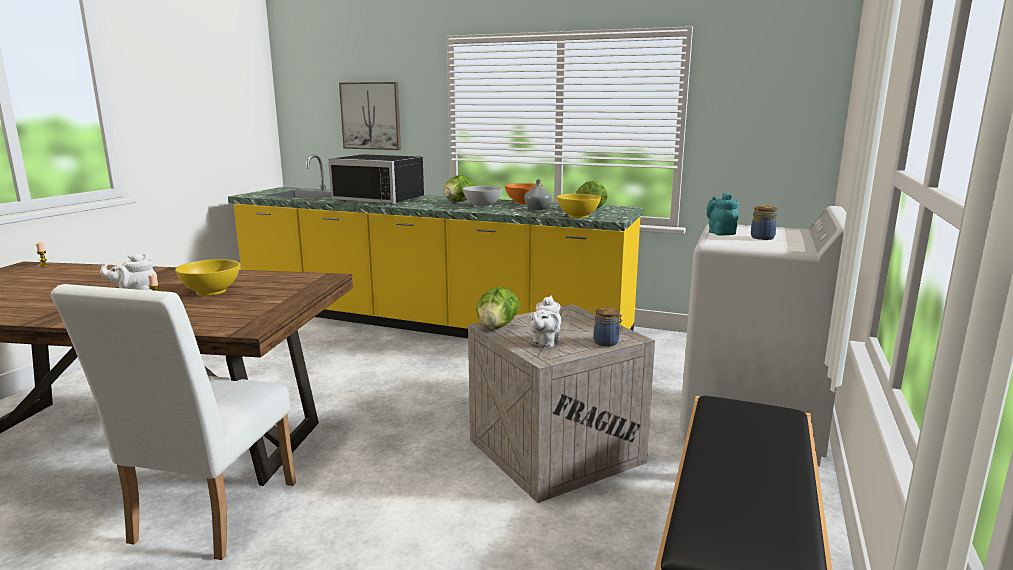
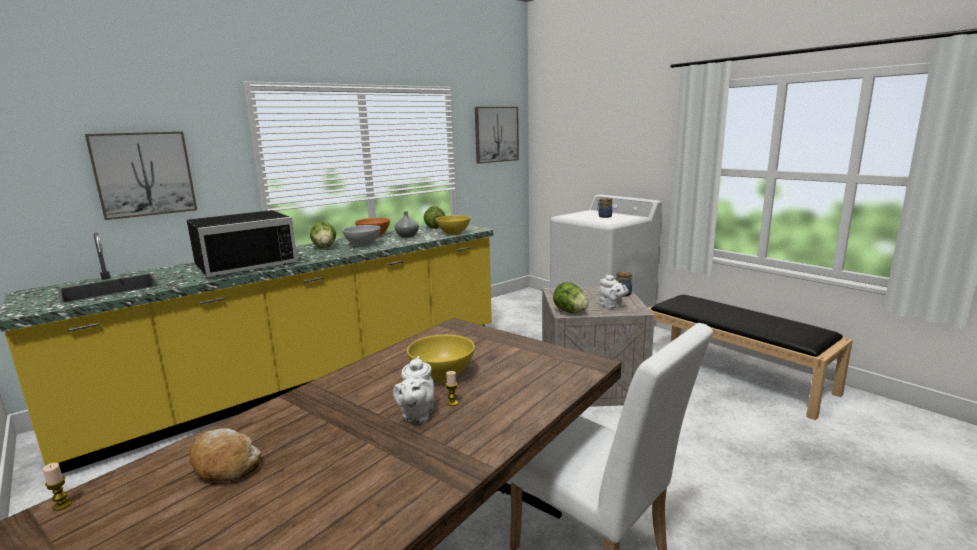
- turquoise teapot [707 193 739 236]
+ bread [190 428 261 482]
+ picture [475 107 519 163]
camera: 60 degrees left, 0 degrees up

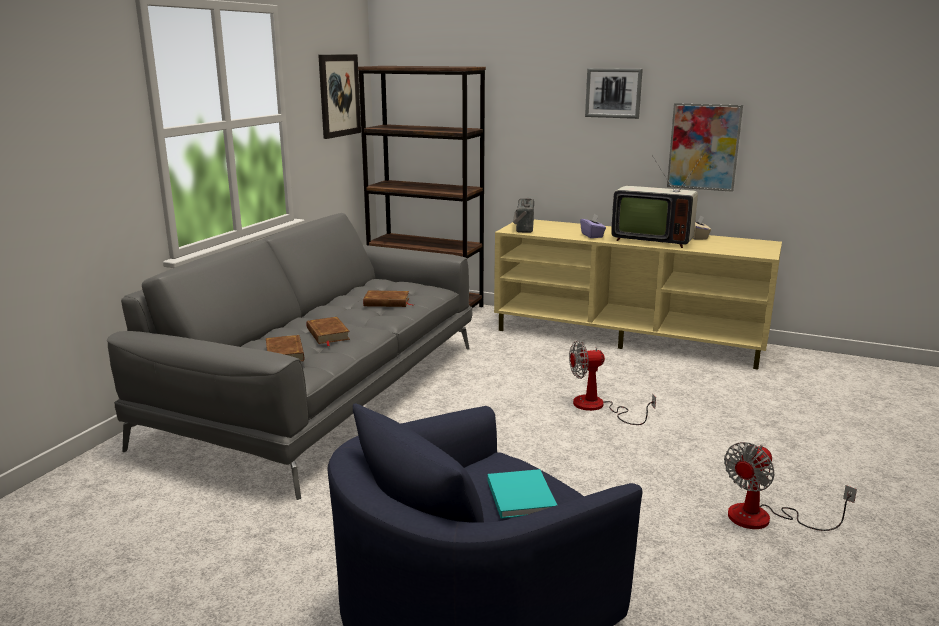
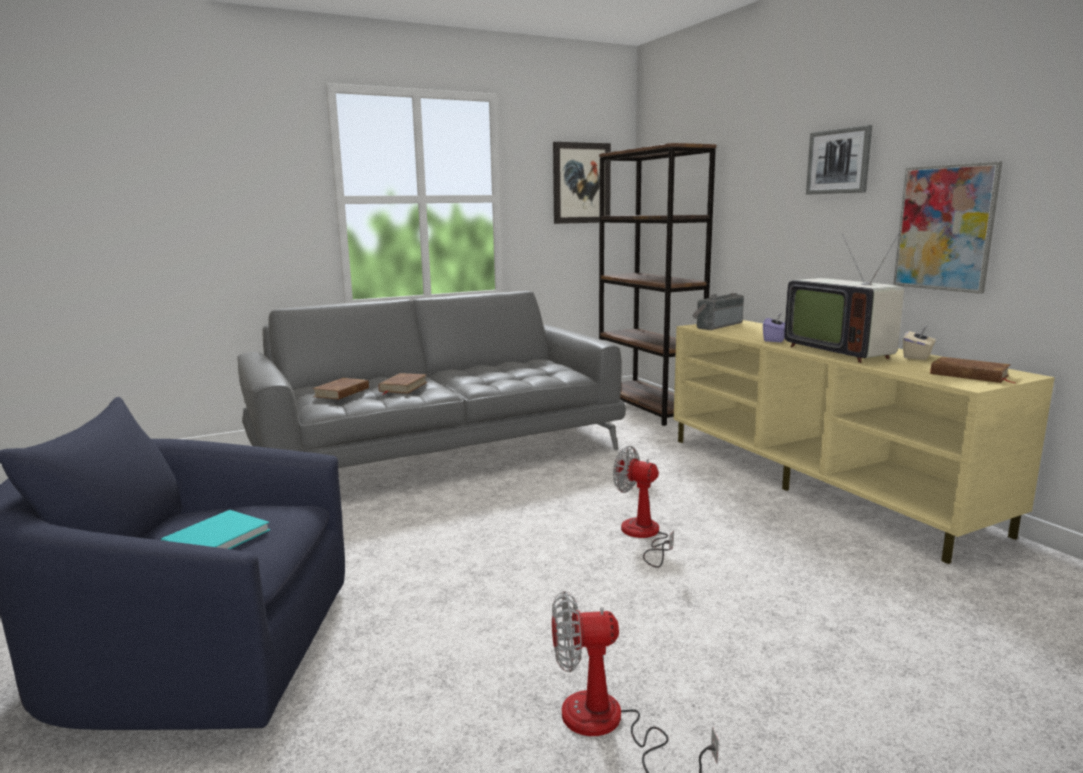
~ brown book [363 291 412 307] to [930 357 1015 383]
camera: 40 degrees right, 5 degrees down

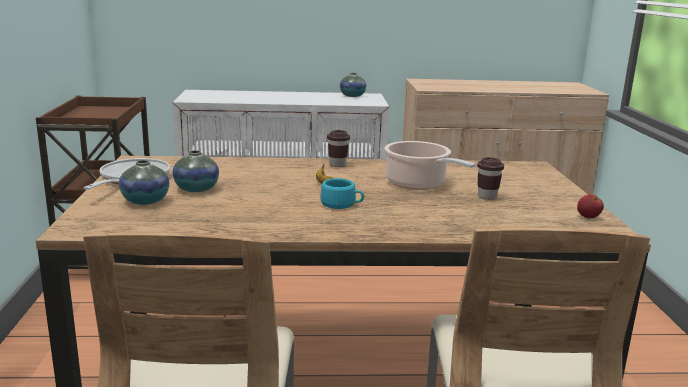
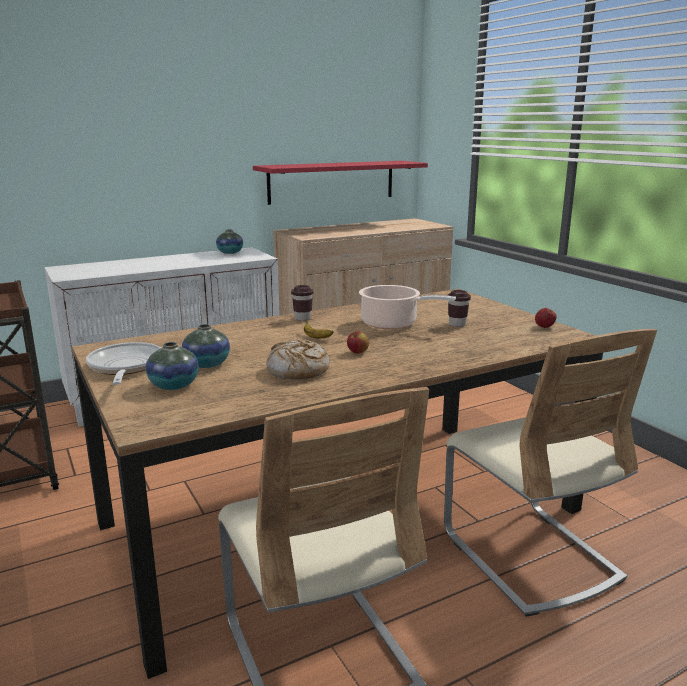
~ turquoise cup [320 178 364 209] to apple [347 331 369 354]
+ red shelf [253 161 428 205]
+ bread [267 339 330 380]
camera: 25 degrees left, 0 degrees up

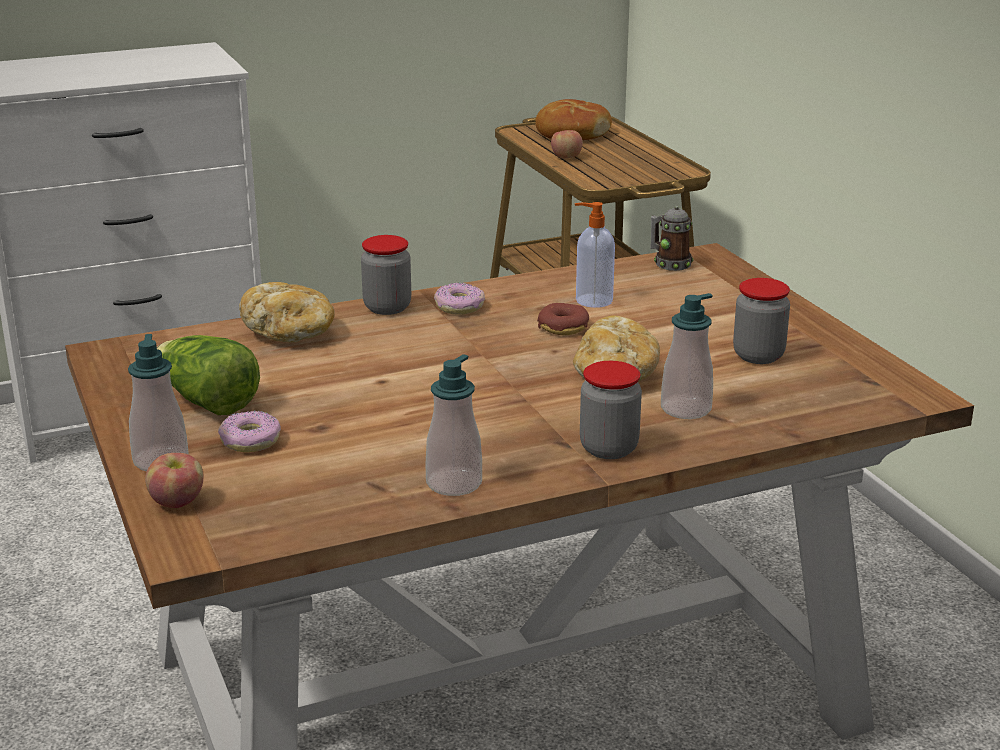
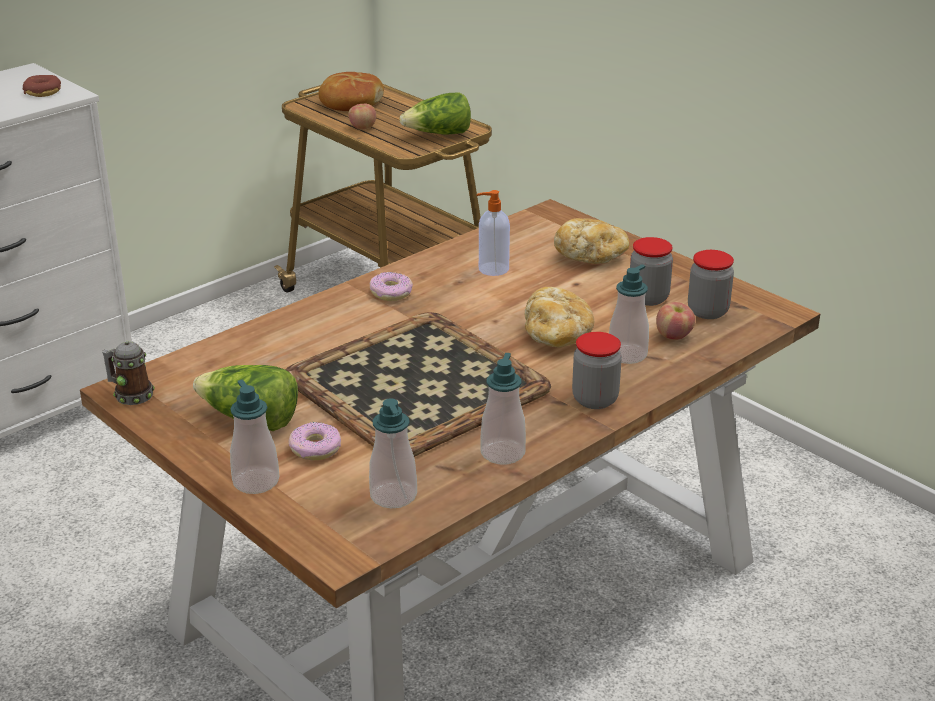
~ apple [145 453 204 508] to [656 302 695 340]
~ bread [239 282 335 342] to [554 218 629 264]
~ jar [361 235 411 315] to [688 250 734 319]
~ donut [537 303 589 335] to [23 75 61 97]
~ mug [650 206 694 271] to [102 341 155 405]
+ tray [286 312 551 457]
+ soap dispenser [369 398 417 508]
+ lettuce [400 92 471 134]
camera: 20 degrees left, 5 degrees up

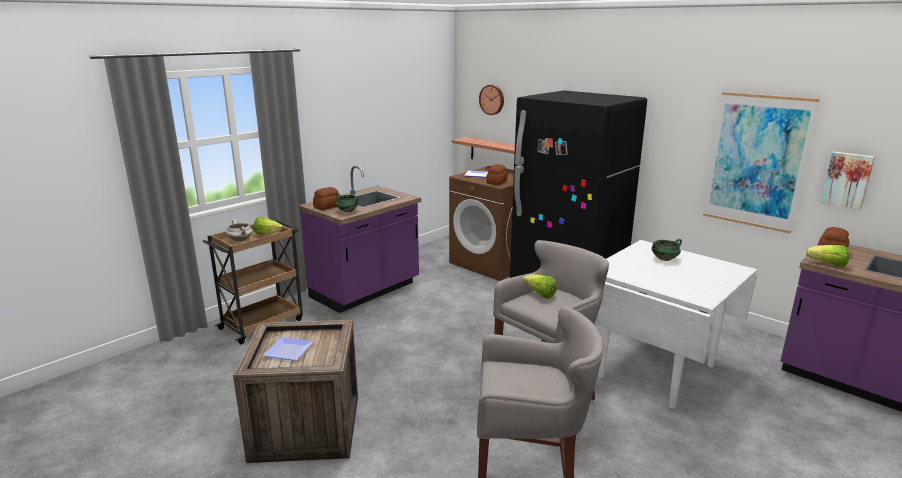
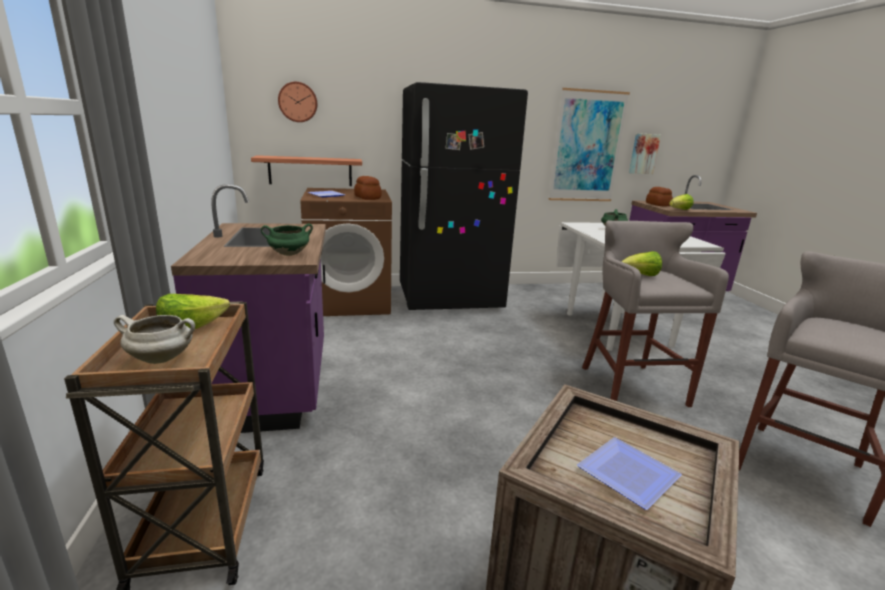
- bread [313 187 339 210]
camera: 55 degrees left, 0 degrees up

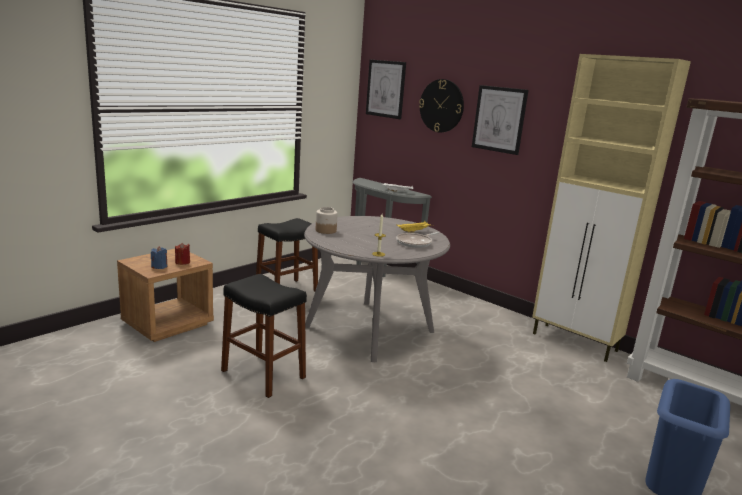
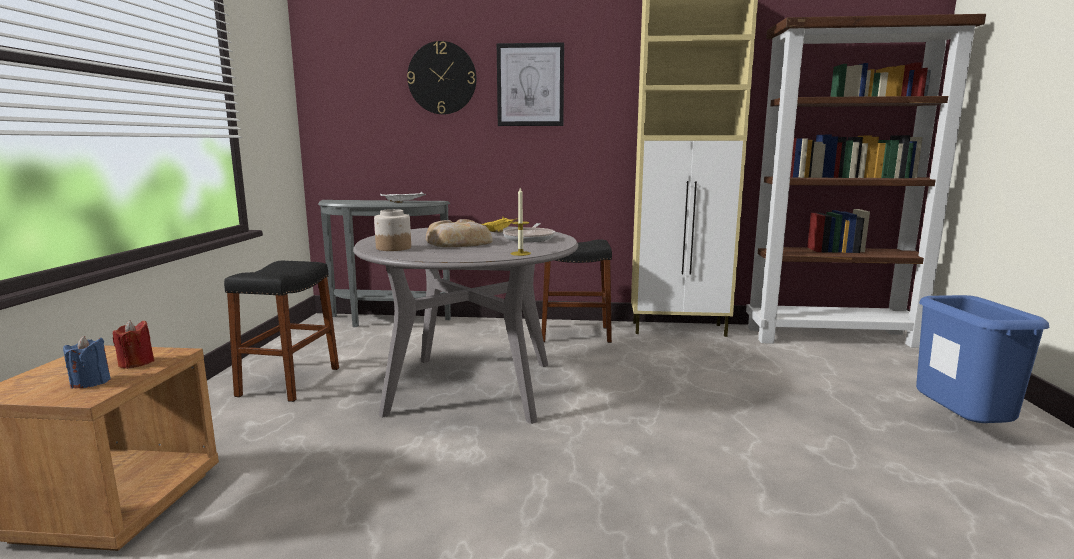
~ black stool [221 274 307 398] to [542 239 612 343]
- picture [366 60 406 119]
+ bread [426 219 493 247]
camera: 35 degrees left, 5 degrees down

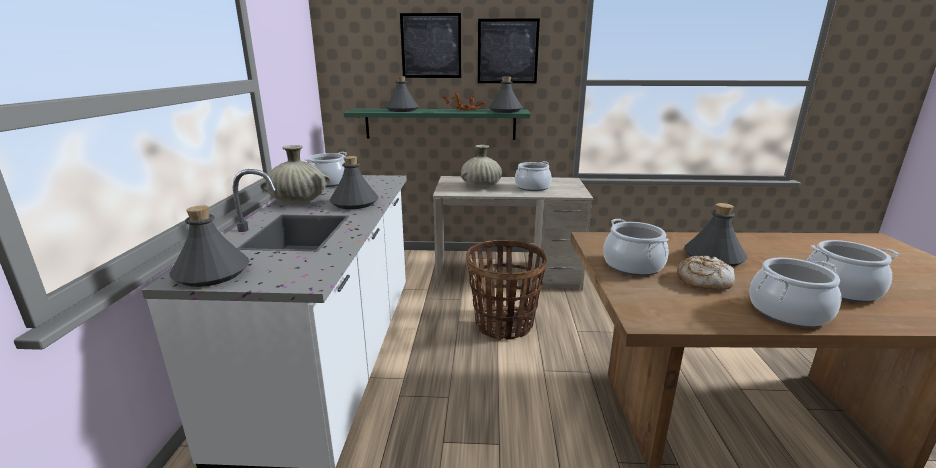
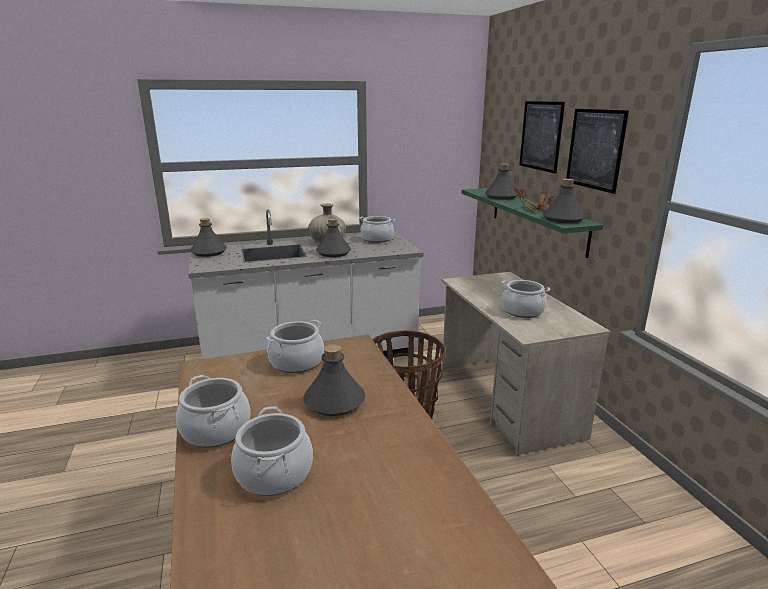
- beige vase [461 145 502 188]
- bread [677 256 735 291]
camera: 70 degrees right, 0 degrees up

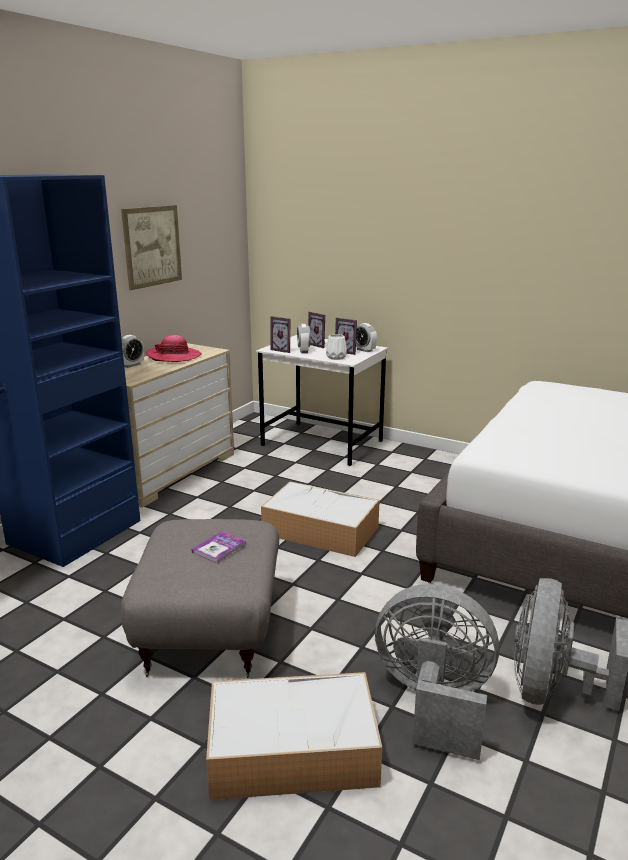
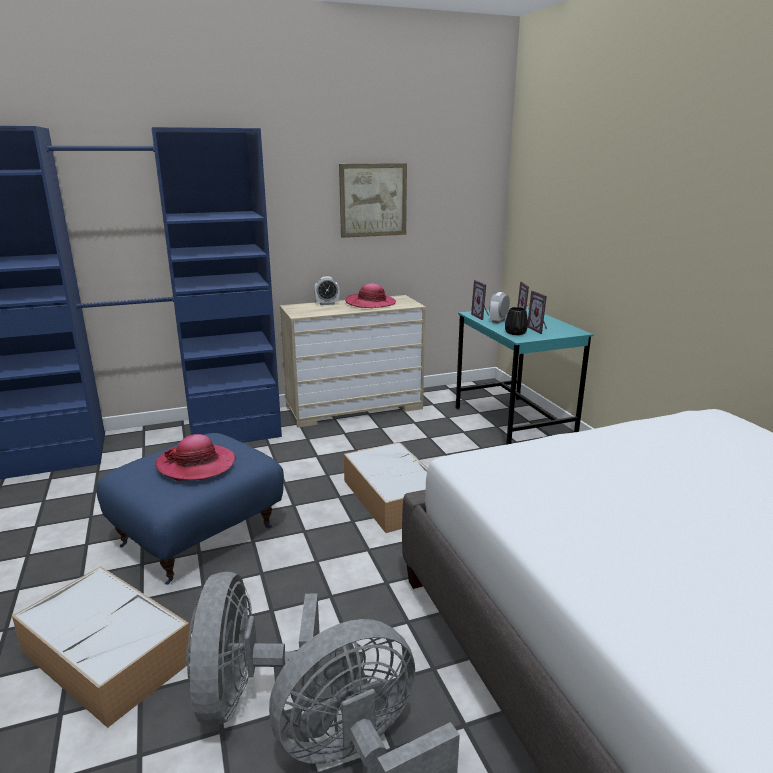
~ grey ottoman [121 519 279 678] to blue ottoman [97 433 284 585]
~ book [192 531 246 564] to hat [155 434 235 481]
~ white desk [256 335 388 466] to turquoise desk [456 307 593 445]
~ white vase [326 334 347 360] to black vase [505 307 528 335]
- alarm clock [356 323 377 352]
~ grey fan [375 584 499 760] = [186 572 320 725] 150 degrees counterclockwise
camera: 40 degrees right, 0 degrees up

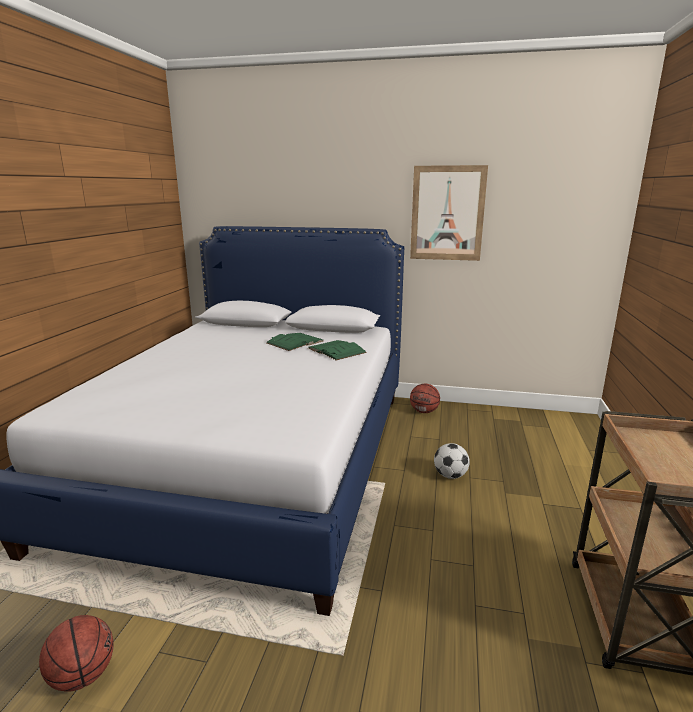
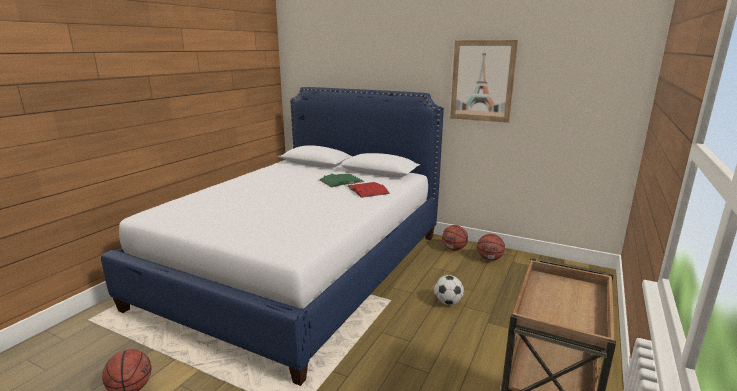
~ green book [308 340 367 360] to red book [347 182 390 198]
+ basketball [477 234 505 261]
camera: 15 degrees right, 0 degrees up

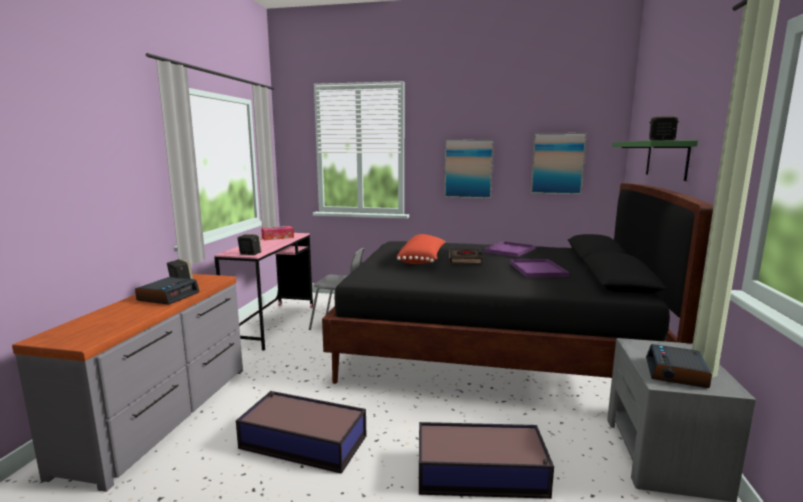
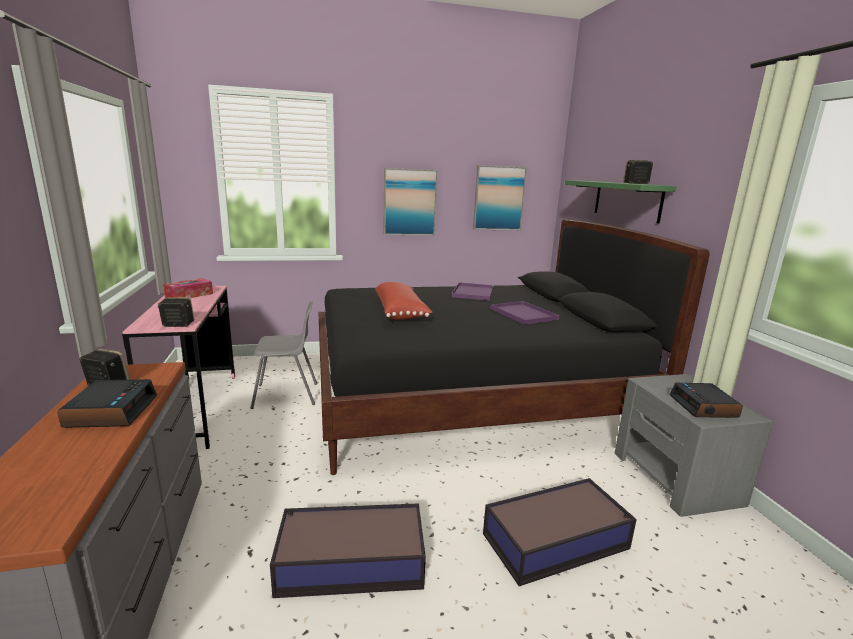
- black book [449 249 482 264]
camera: 25 degrees left, 5 degrees up

